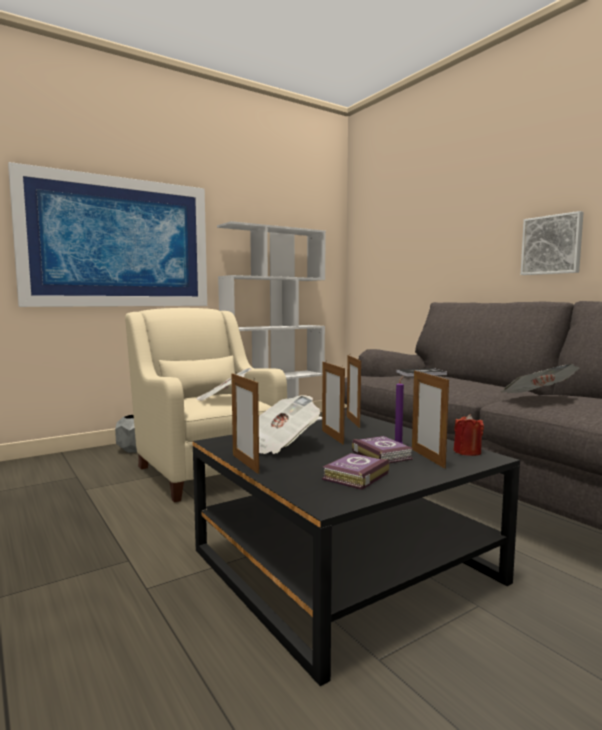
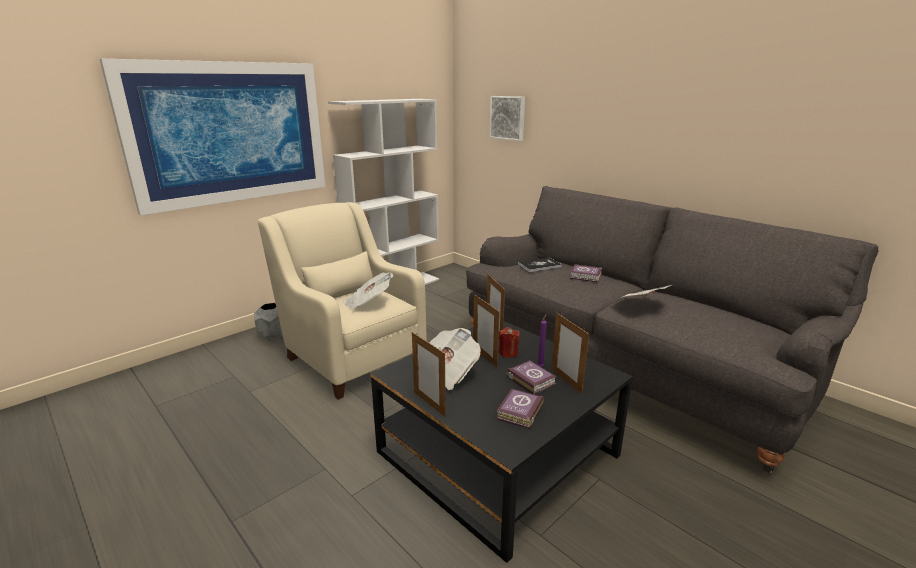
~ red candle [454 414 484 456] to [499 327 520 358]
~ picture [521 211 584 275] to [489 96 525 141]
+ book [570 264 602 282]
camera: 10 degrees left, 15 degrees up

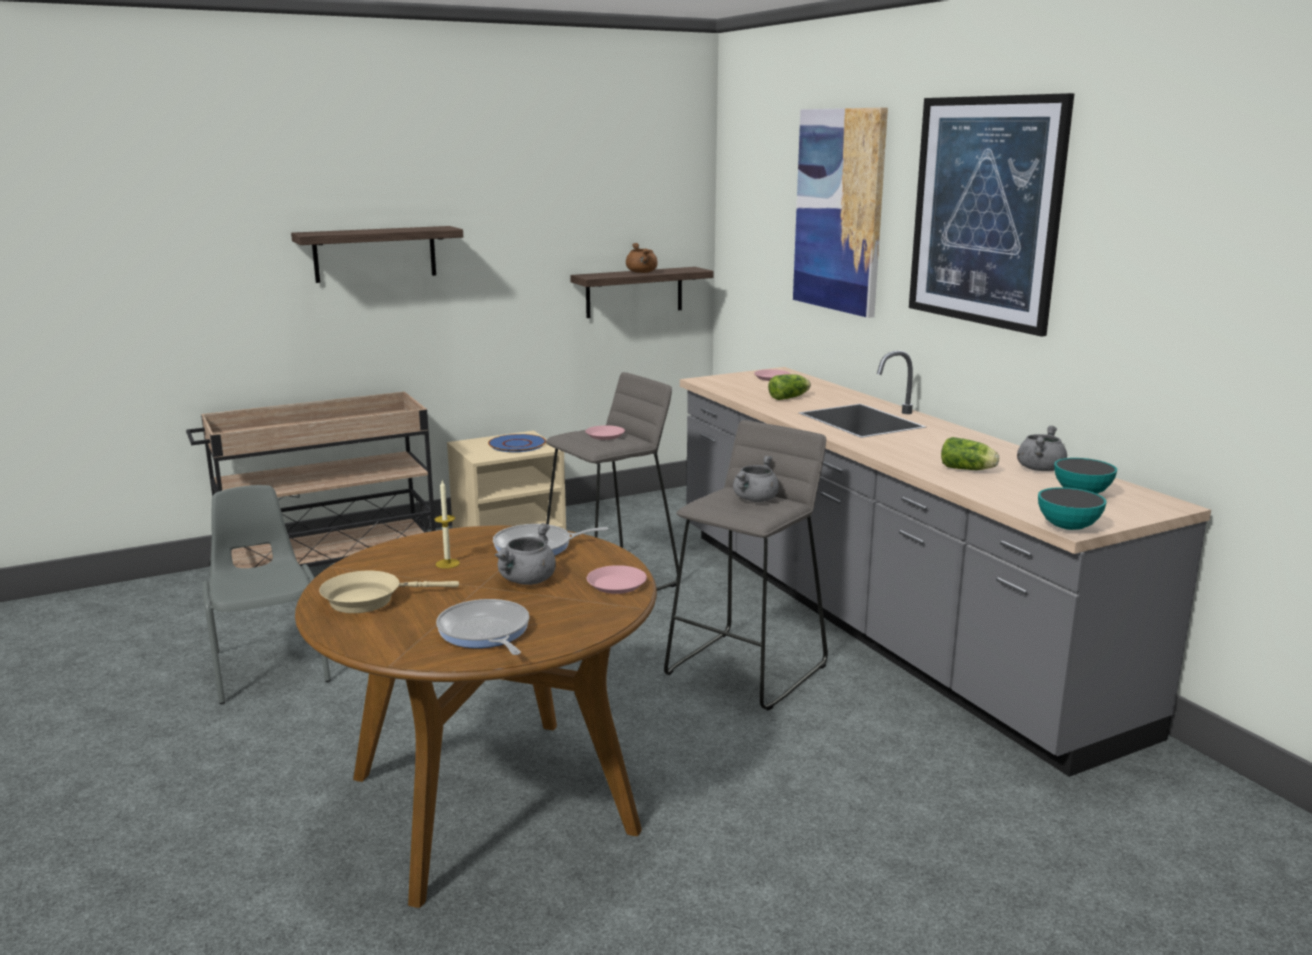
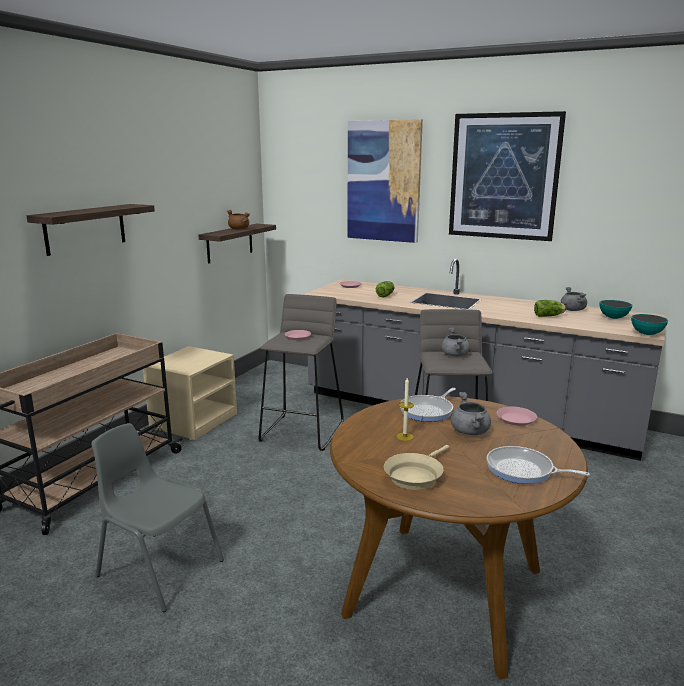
- blue plate [488 434 546 452]
camera: 35 degrees left, 0 degrees up

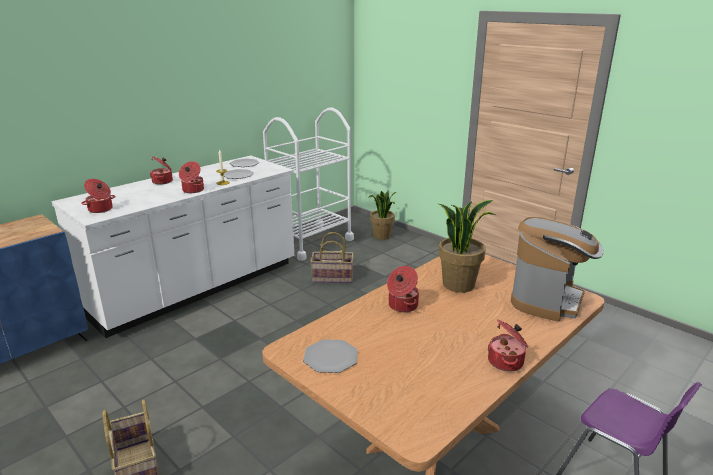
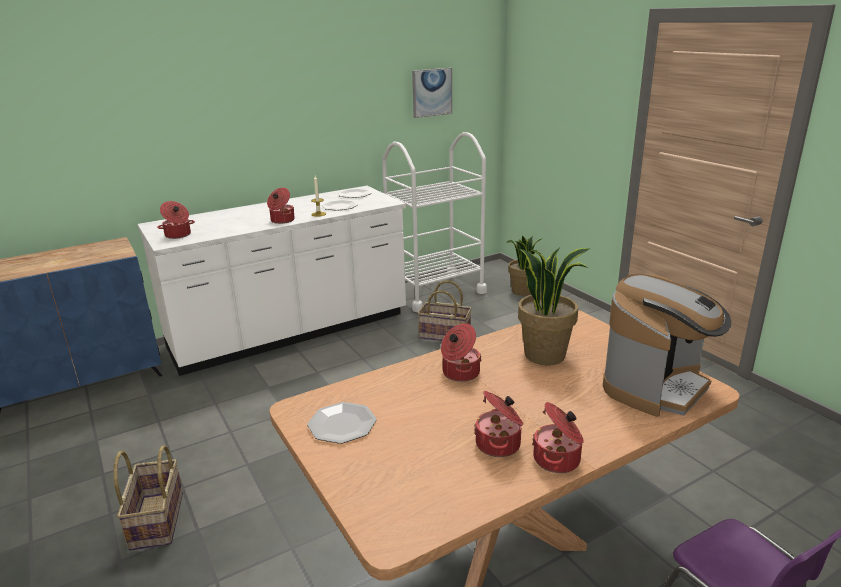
~ cooking pot [150 156 173 185] to [474 391 523 457]
+ picture [412 68 452 118]
camera: 15 degrees right, 0 degrees up

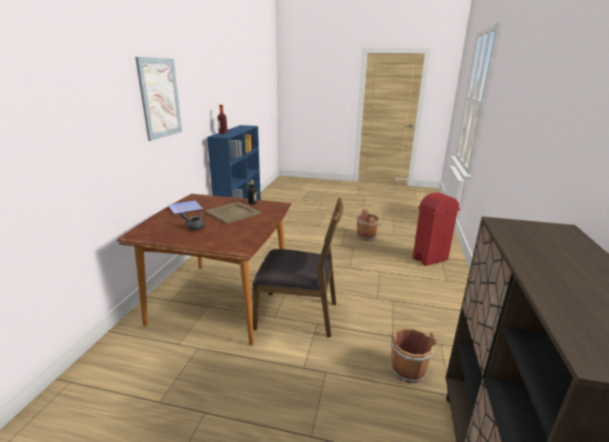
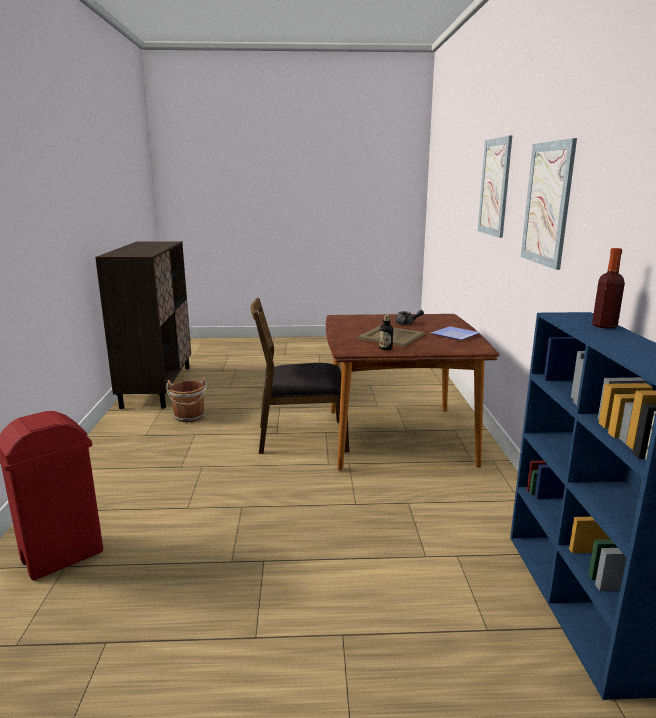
- brown bucket [356 209 381 241]
+ picture [478 136 512 238]
camera: 165 degrees right, 5 degrees down

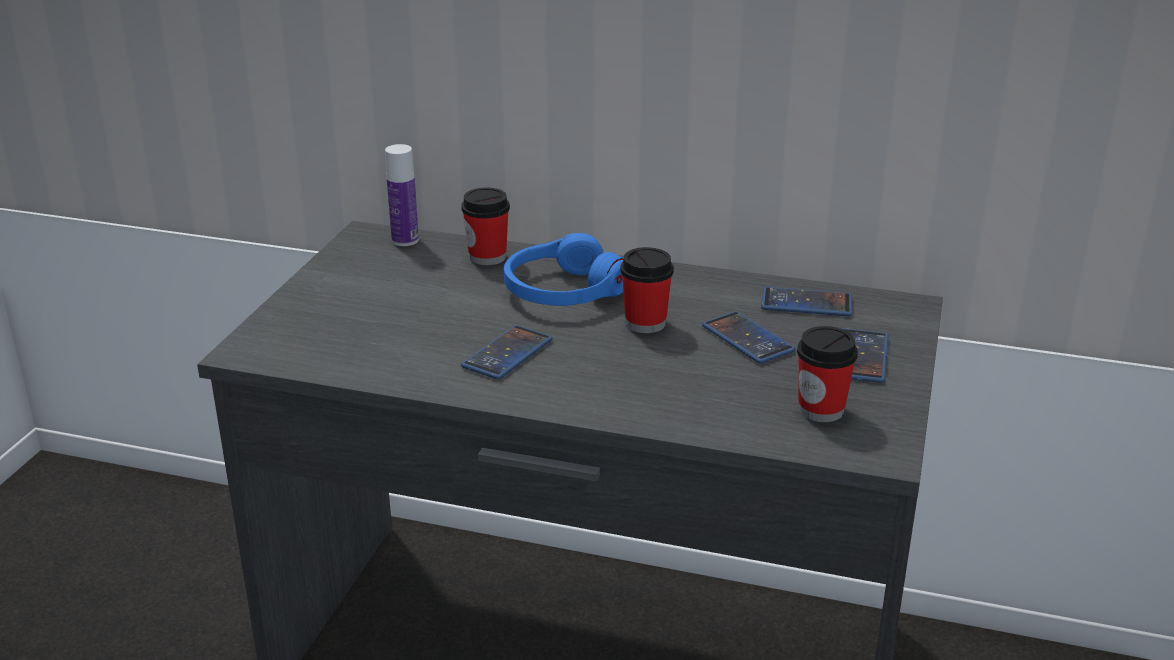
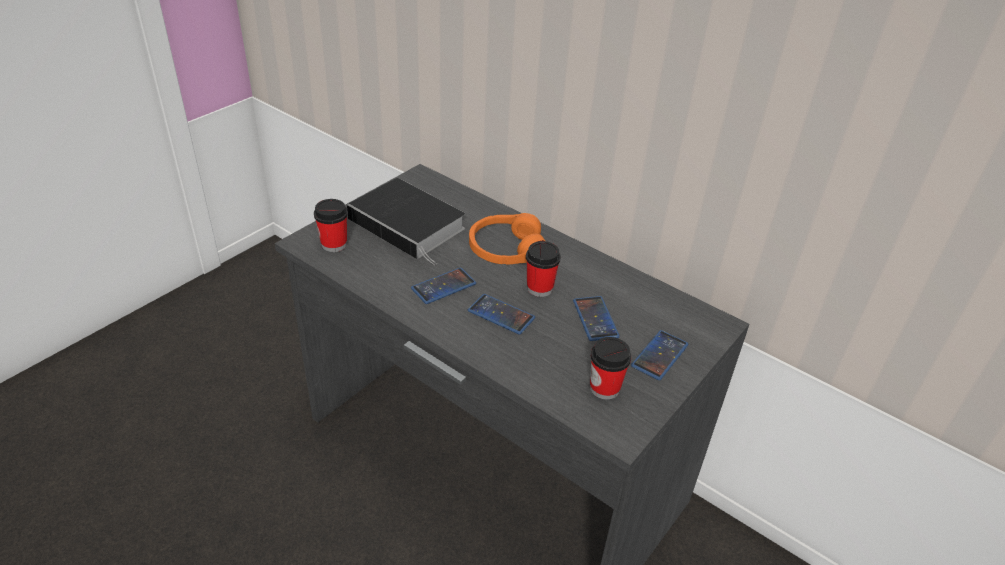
- bottle [385 144 419 246]
~ cup [461 188 510 266] to [314 199 348 252]
~ blue headphones [504 233 624 306] to orange headphones [469 213 545 265]
~ phone [761 287 852 316] to [468 294 535 334]
+ book [347 178 465 265]
camera: 20 degrees right, 10 degrees up

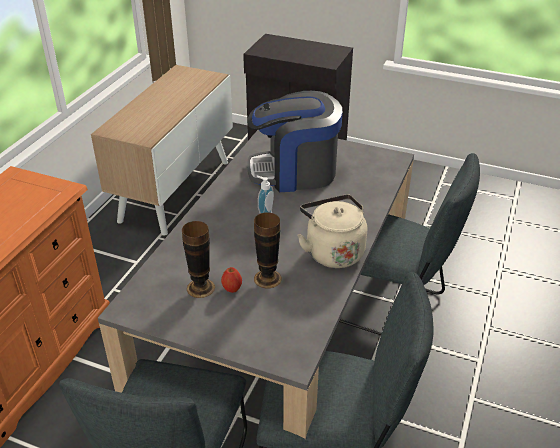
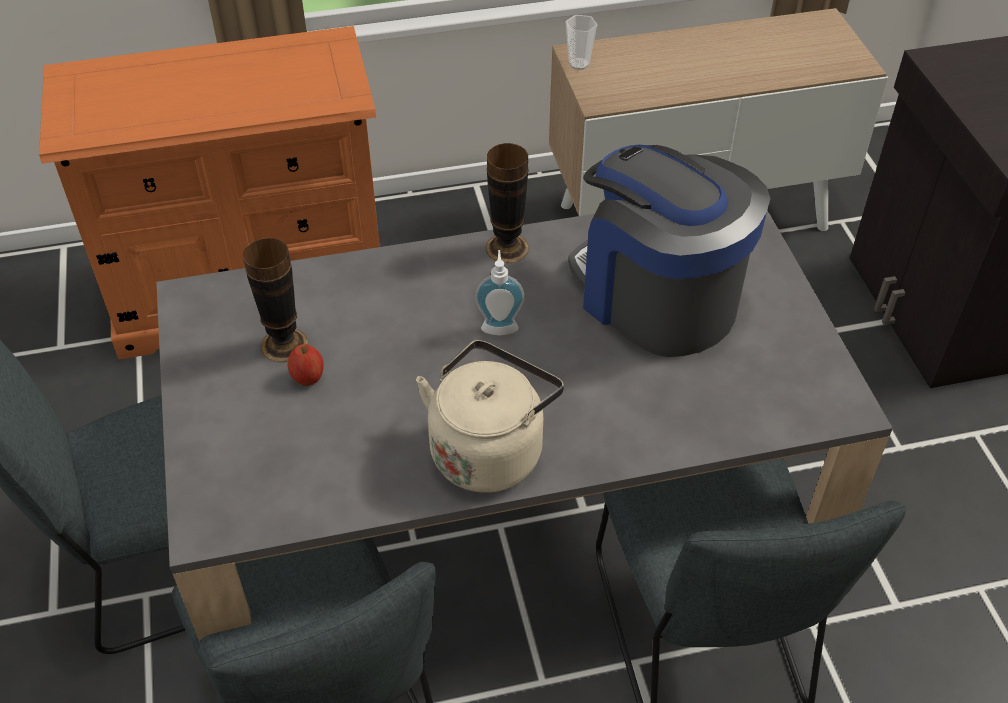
~ vase [254 212 282 288] to [486 143 529 263]
+ cup [566 15 597 70]
camera: 55 degrees right, 10 degrees up

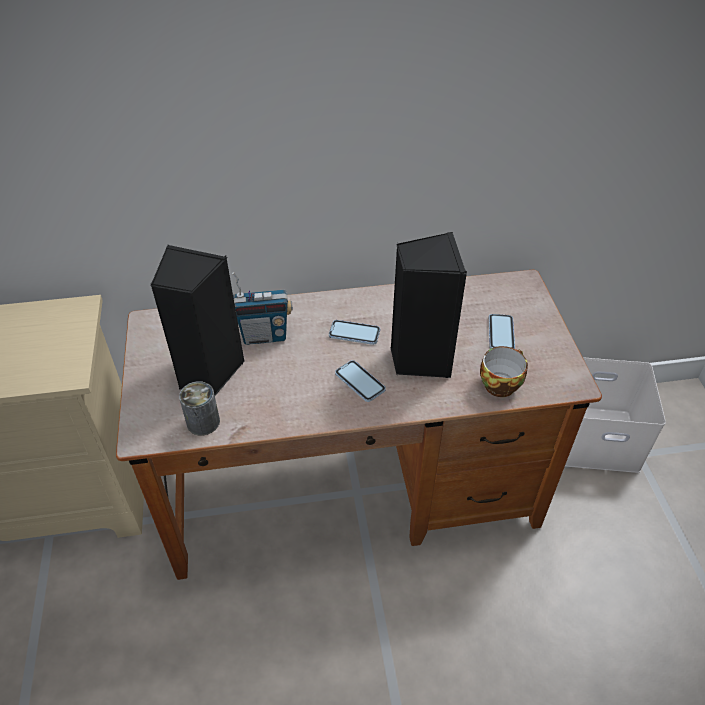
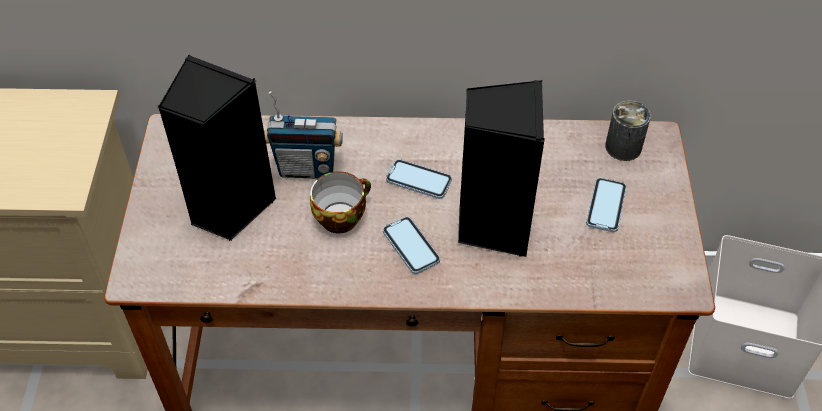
~ can [179 381 220 436] to [605 100 651 161]
~ cup [480 346 528 397] to [310 171 371 233]
camera: 10 degrees right, 5 degrees up

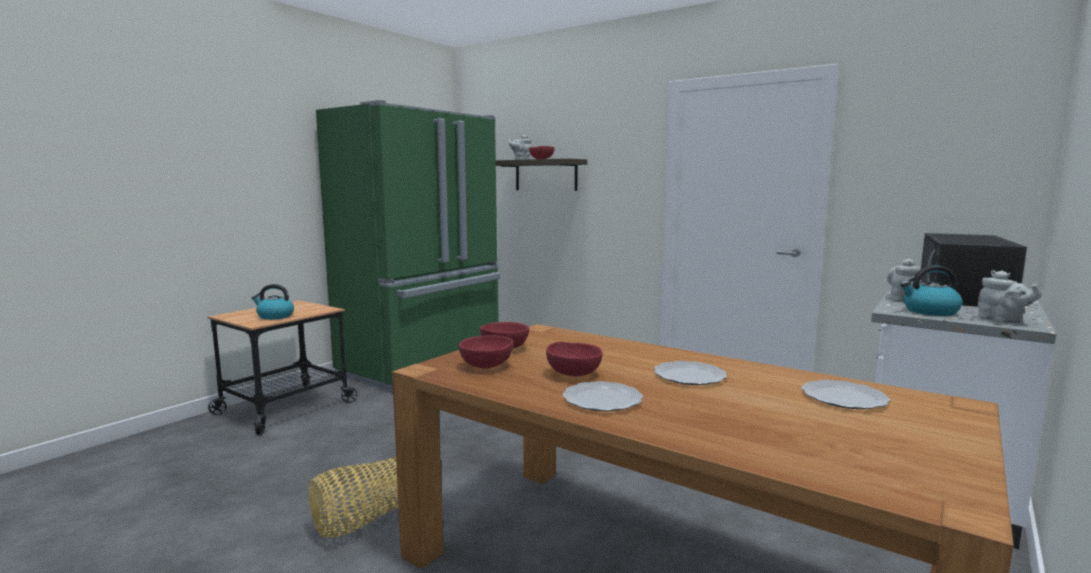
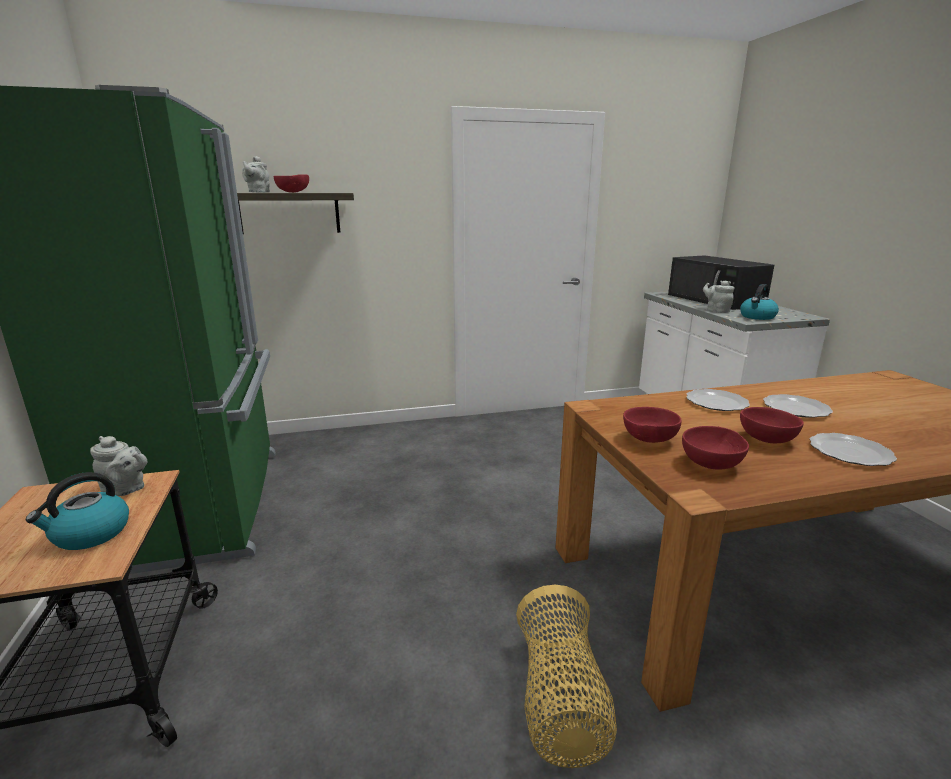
~ plate [802 380 890 409] to [686 389 750 411]
~ grey teapot [978 270 1042 323] to [90 436 147 496]
camera: 50 degrees left, 10 degrees up

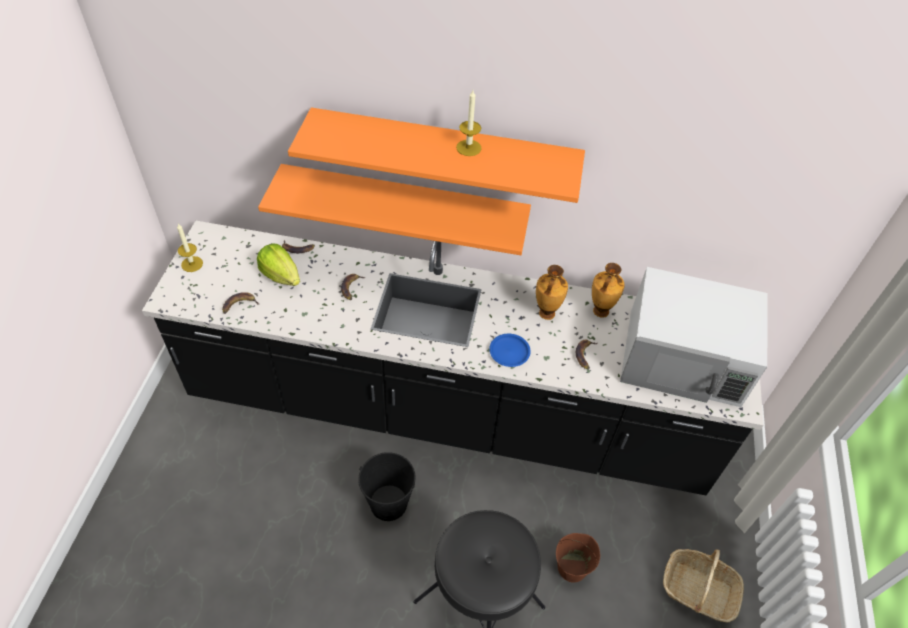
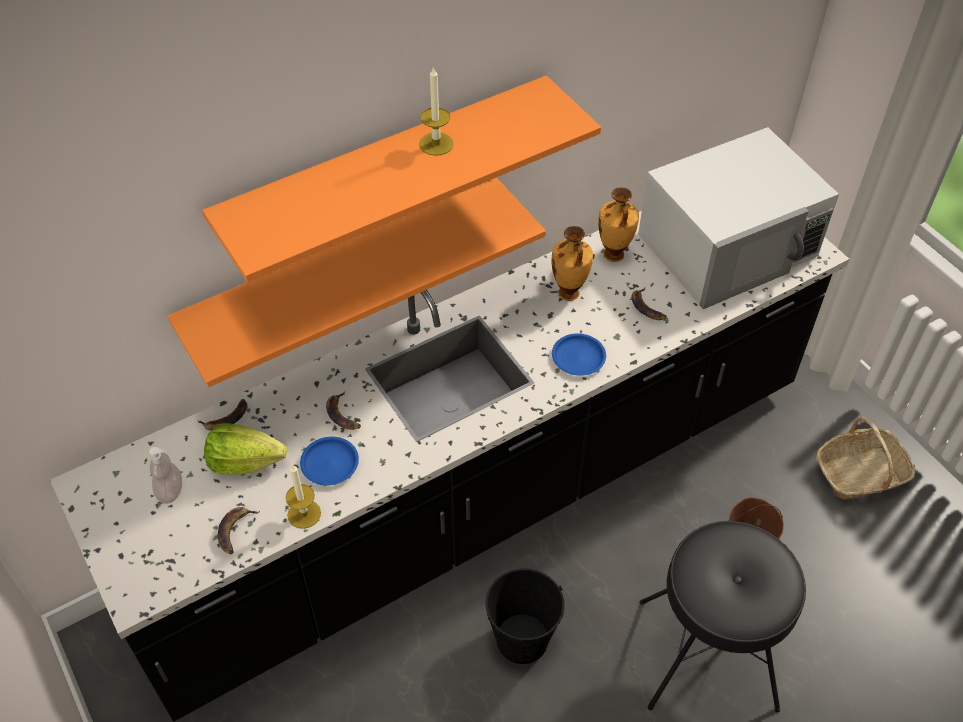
~ candle [177 224 203 272] to [286 464 321 529]
+ soap dispenser [149 447 182 504]
+ blue plate [300 437 359 486]
camera: 40 degrees left, 0 degrees up

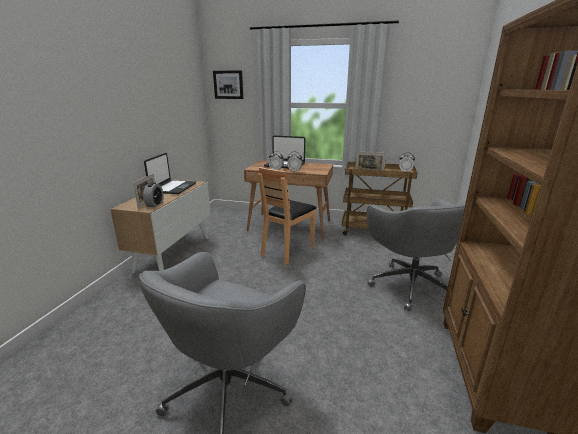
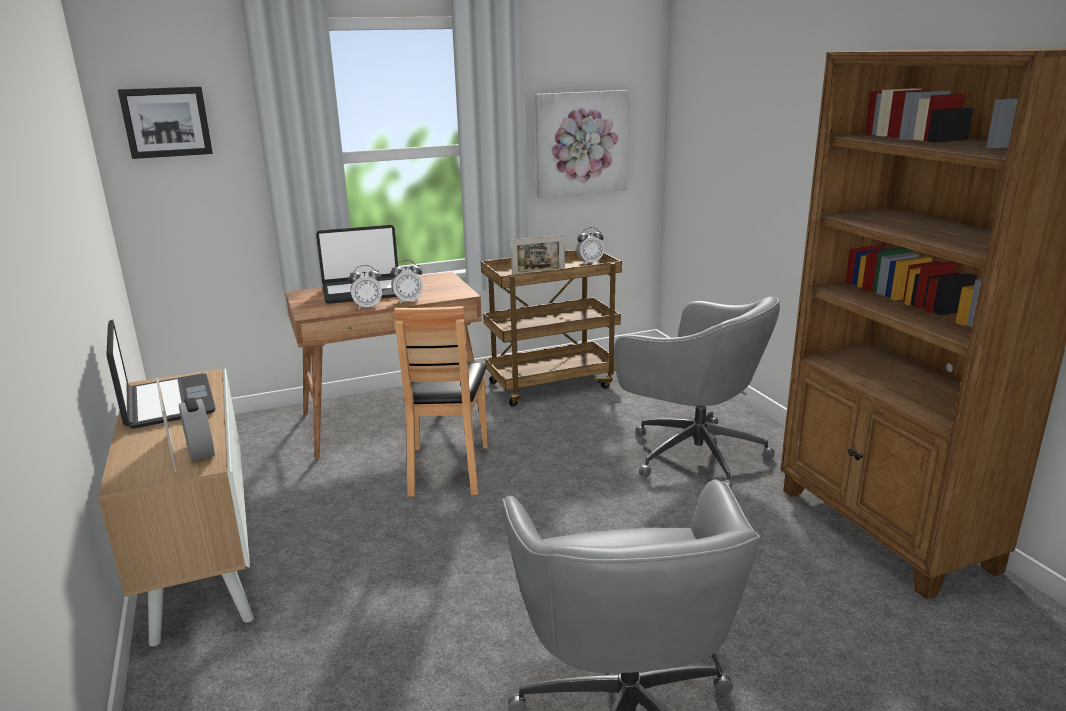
+ picture [535 90 629 198]
camera: 35 degrees left, 0 degrees up

